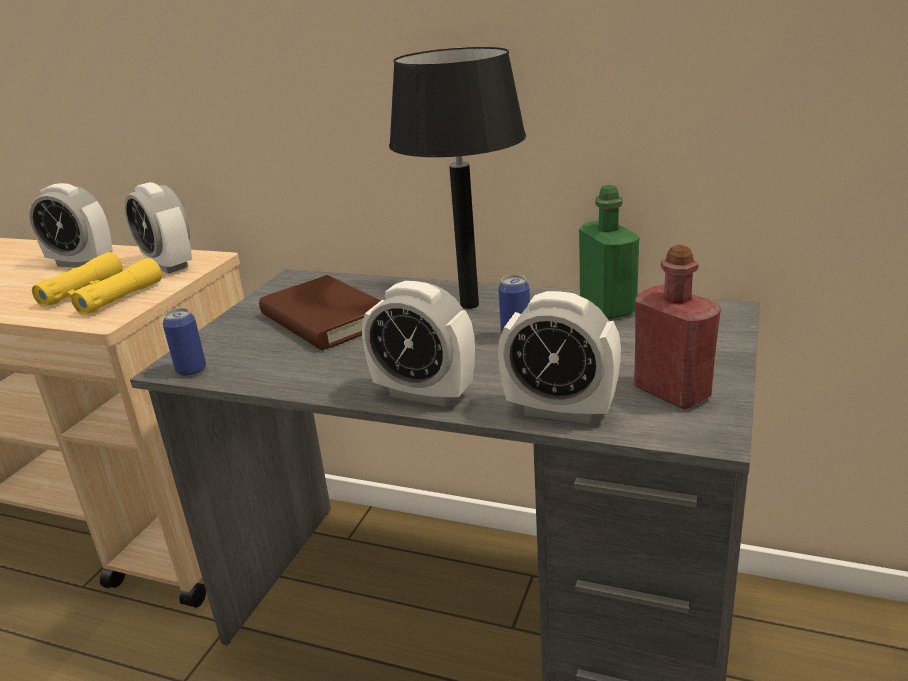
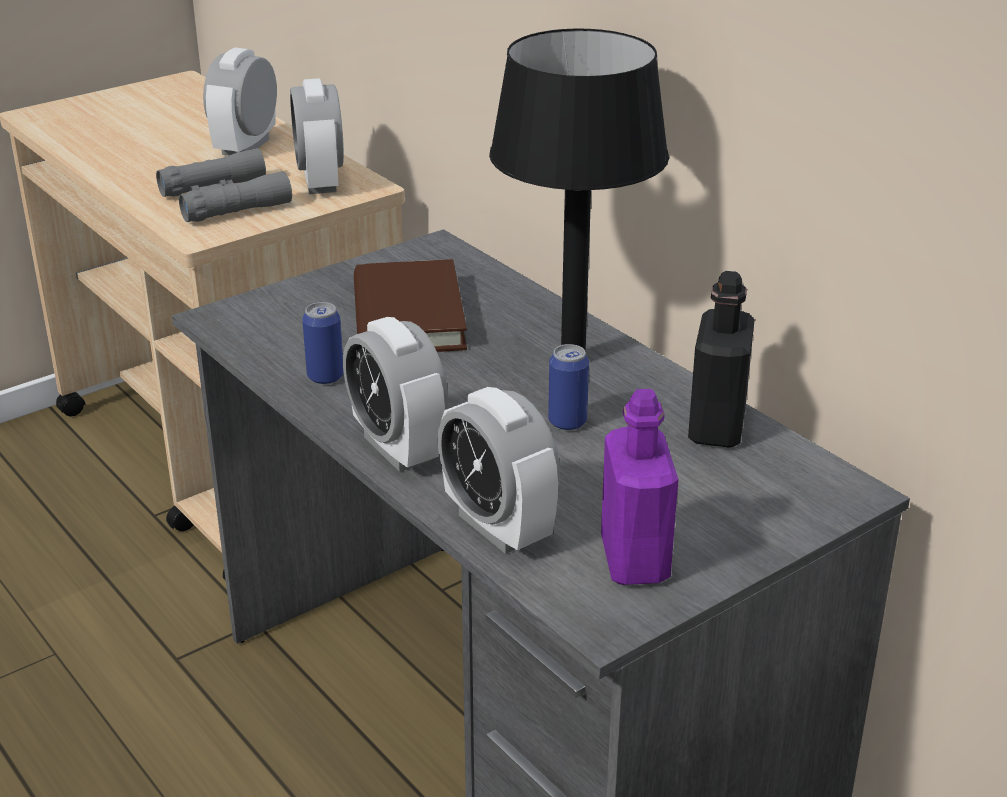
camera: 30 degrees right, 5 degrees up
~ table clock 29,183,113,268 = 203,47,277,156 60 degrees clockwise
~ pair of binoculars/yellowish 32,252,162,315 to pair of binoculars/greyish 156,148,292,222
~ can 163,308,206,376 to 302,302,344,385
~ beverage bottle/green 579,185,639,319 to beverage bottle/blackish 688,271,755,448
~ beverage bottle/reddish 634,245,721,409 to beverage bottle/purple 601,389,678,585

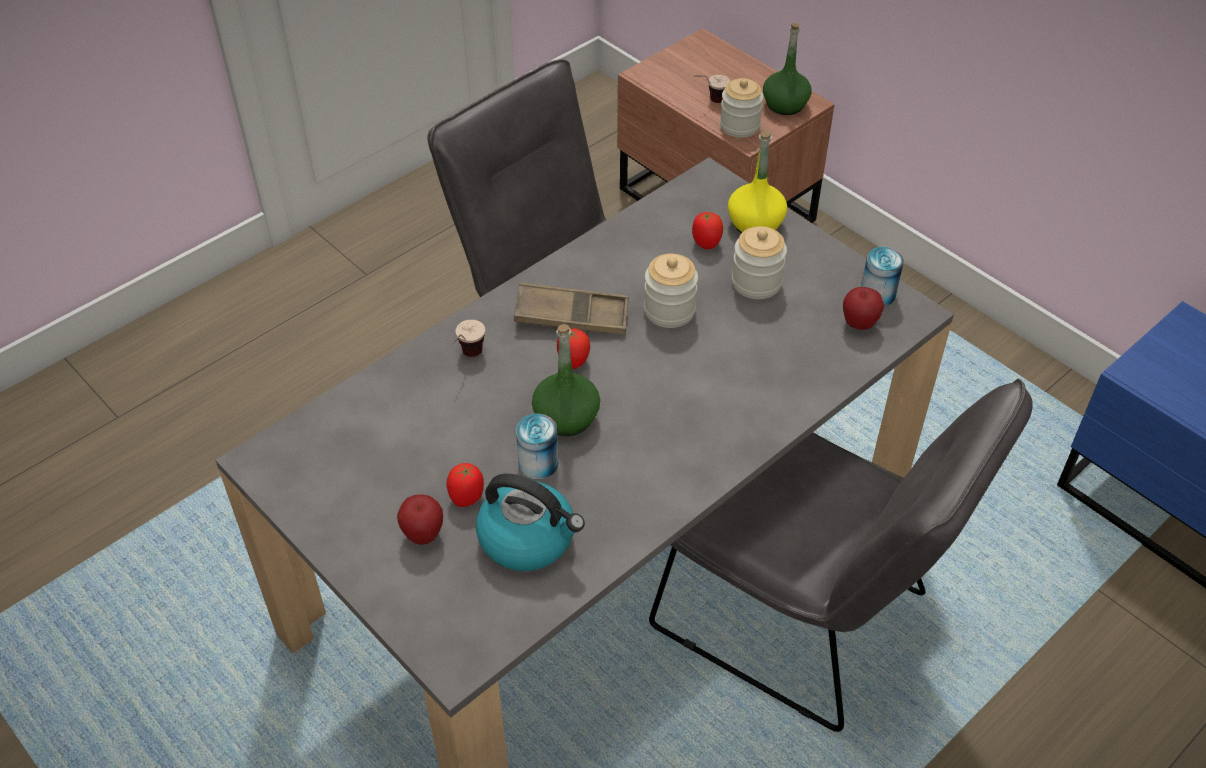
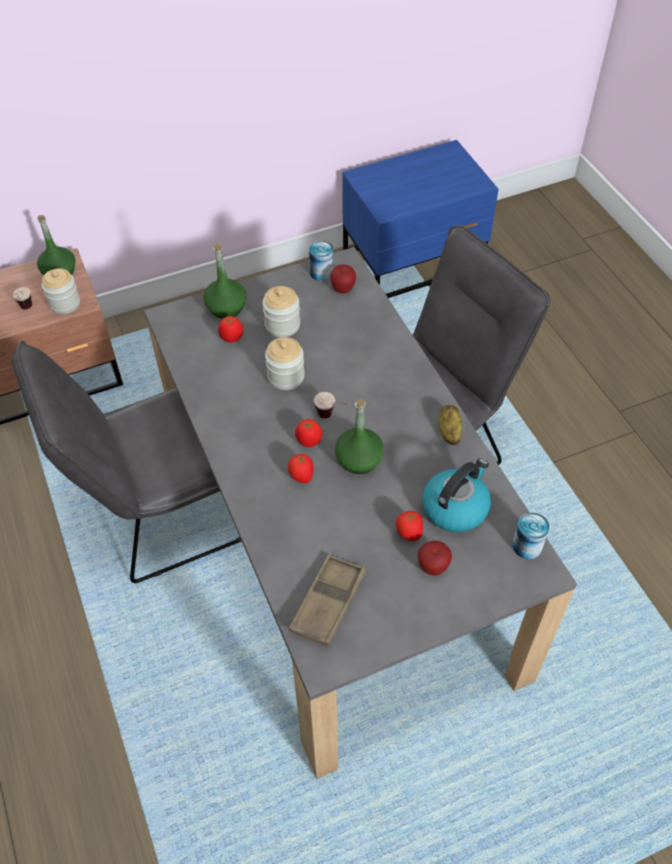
camera: 70 degrees left, 5 degrees up
~ small cup 452,320,485,357 to 314,392,347,418
~ carrying tray/brownish 514,283,629,335 to 289,554,366,646
~ can 516,414,558,479 to 512,513,549,559
~ beverage bottle/yellowish 728,130,787,233 to beverage bottle/green 203,243,246,319
+ whole tomato 288,454,314,483
+ whole potato 439,405,462,445

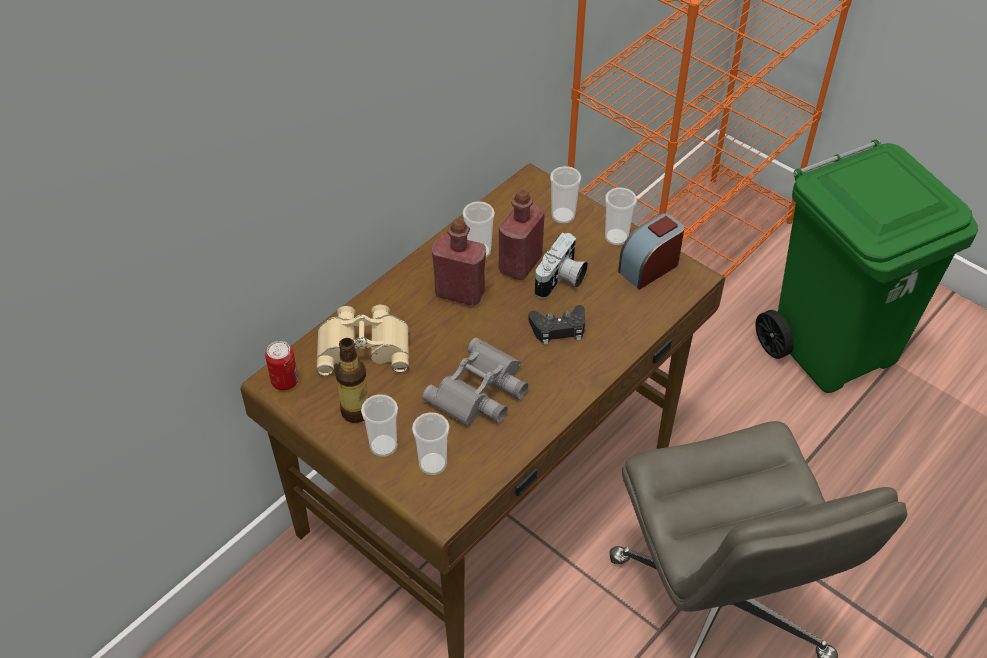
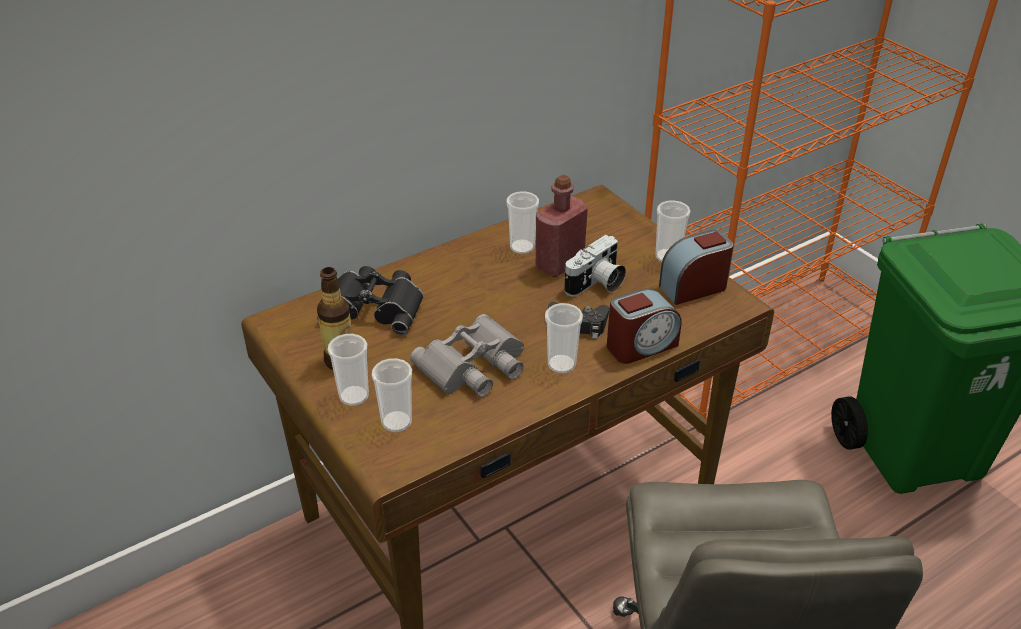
camera: 15 degrees right, 10 degrees down
- can 265,341,298,390
~ pair of binoculars/sand-coloured 317,305,409,376 to pair of binoculars/blackish 317,266,424,335
- beverage bottle/reddish 432,218,486,306
~ small cup 550,166,581,224 to 545,303,583,374
+ table clock 607,288,681,364

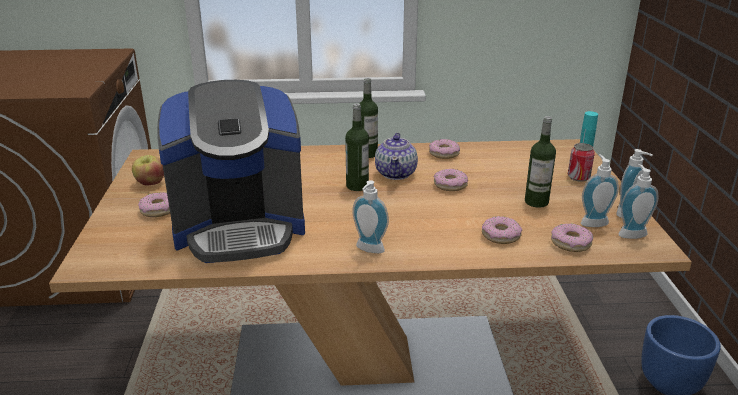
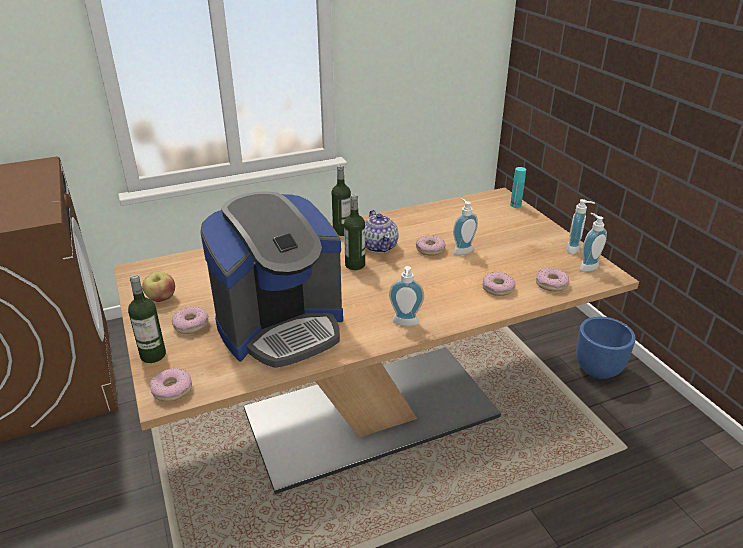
camera: 20 degrees left, 5 degrees up
~ ring doughnut 429,139,460,159 to 150,368,192,402
~ beverage bottle 525,116,556,208 to 128,274,166,363
- can 568,143,595,182
~ soap bottle 581,155,619,227 to 453,198,478,255

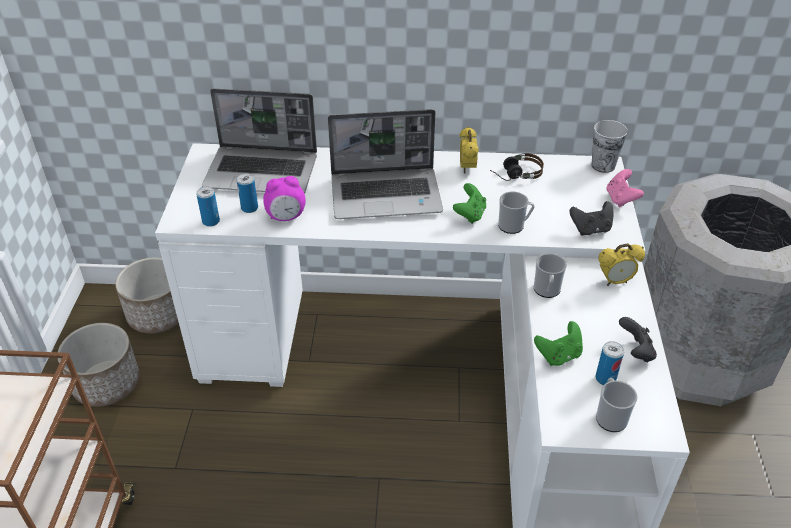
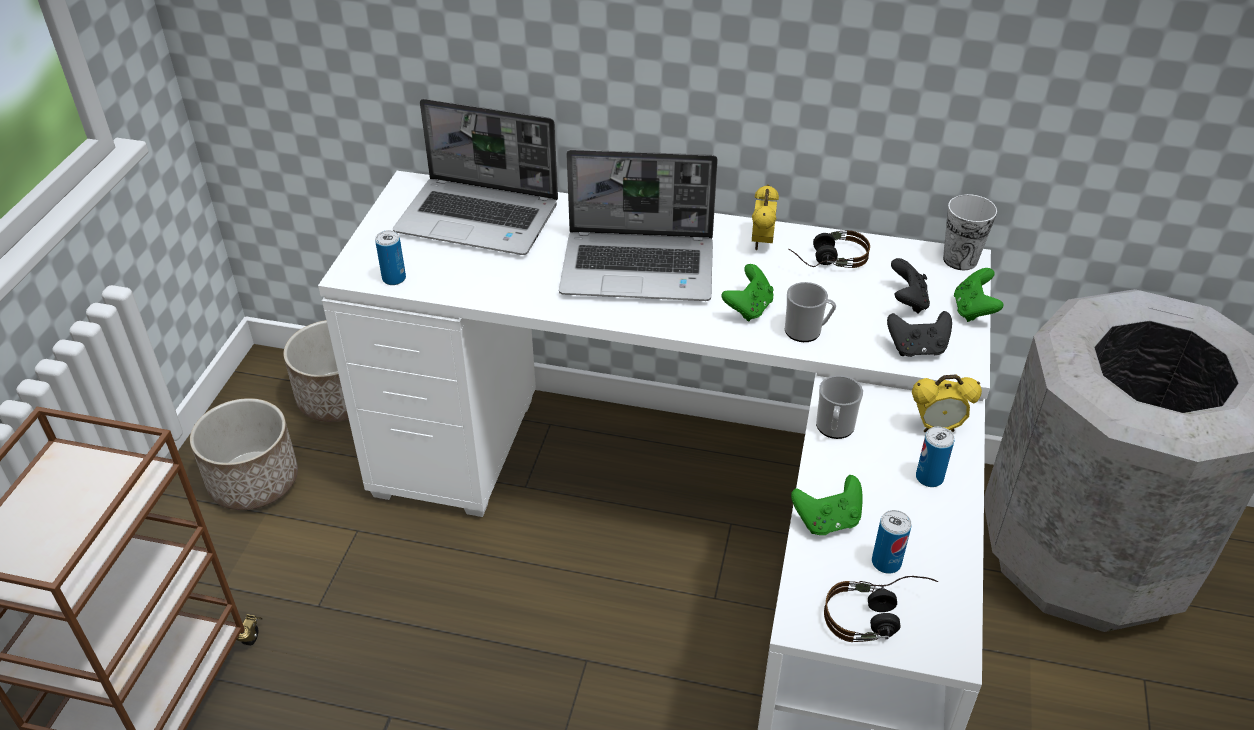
camera: 10 degrees right, 0 degrees up
~ can 237,174,258,213 to 916,427,954,487
- table clock 263,176,306,221
~ tea mug 596,378,637,432 to headset 824,576,938,642
~ game controller/pinkish 606,169,644,207 to game controller/green 954,268,1003,322
~ game controller/blackish 619,317,657,362 to 891,258,930,314

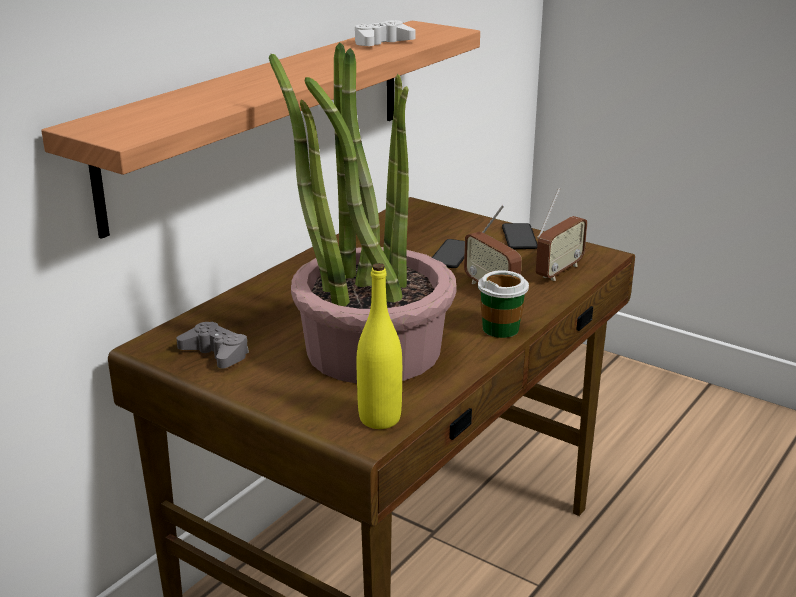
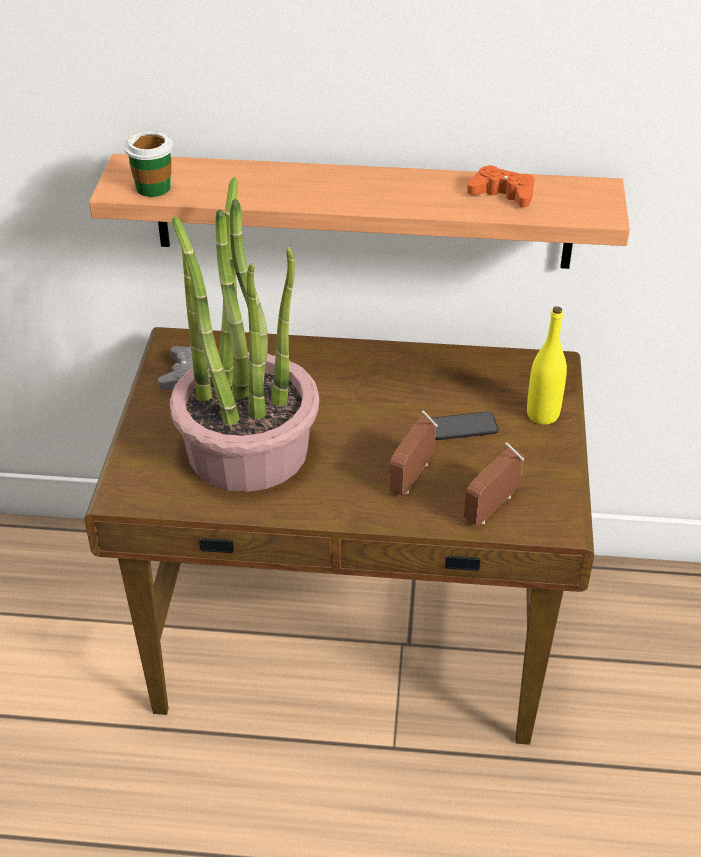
camera: 60 degrees right, 15 degrees up
~ game controller/whitish 355,20,416,46 to game controller/orangey 467,165,534,207
~ beverage bottle/yellowish 357,263,402,429 to 527,306,567,425
~ small cup 478,270,529,338 to 124,131,173,197
- handset 502,223,537,249
~ radio receiver 536,188,587,281 = 464,442,524,525 120 degrees clockwise

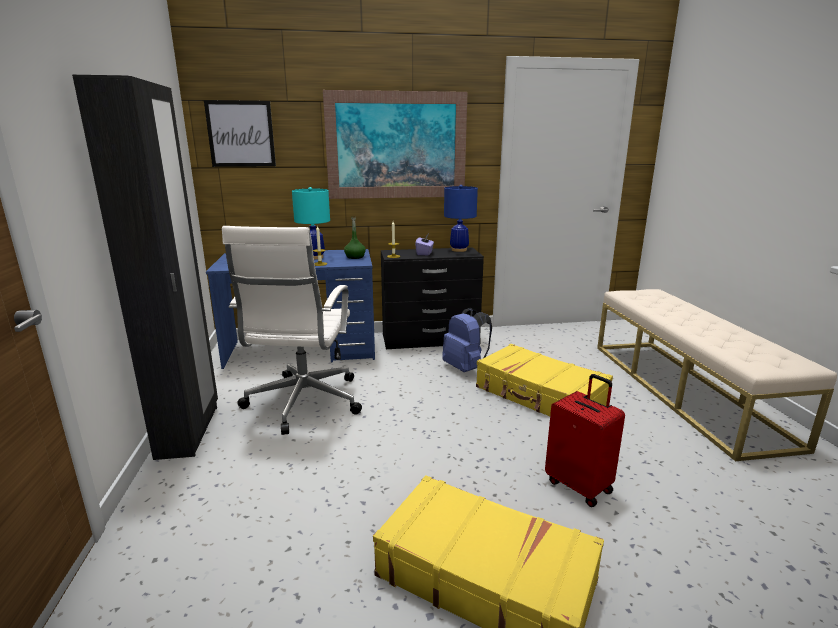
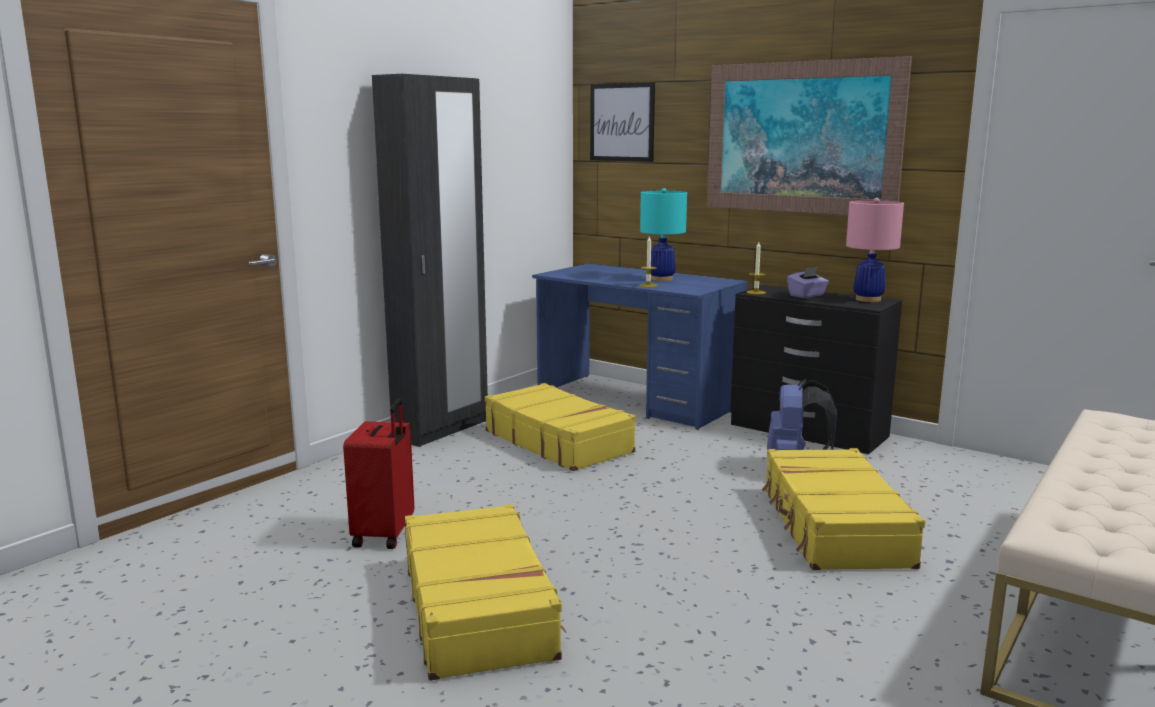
camera: 45 degrees right, 5 degrees down
~ desk chair/whitish 222,226,362,435 to travel case/yellowish 485,383,636,471
- beverage bottle/green 344,216,366,259
~ tabletop lamp/blue-coloured 444,185,478,252 to tabletop lamp/pinkish 846,198,904,302
~ travel case/reddish 545,374,625,507 to 343,399,414,549

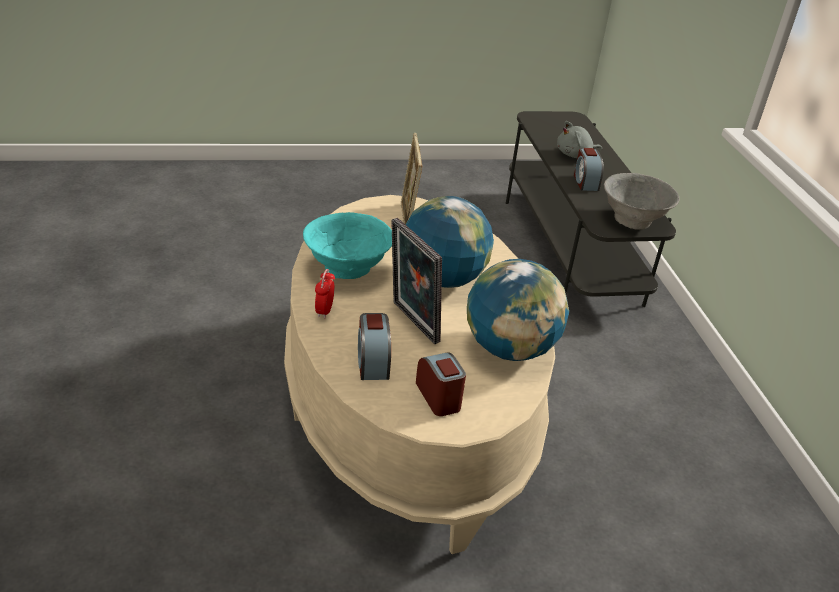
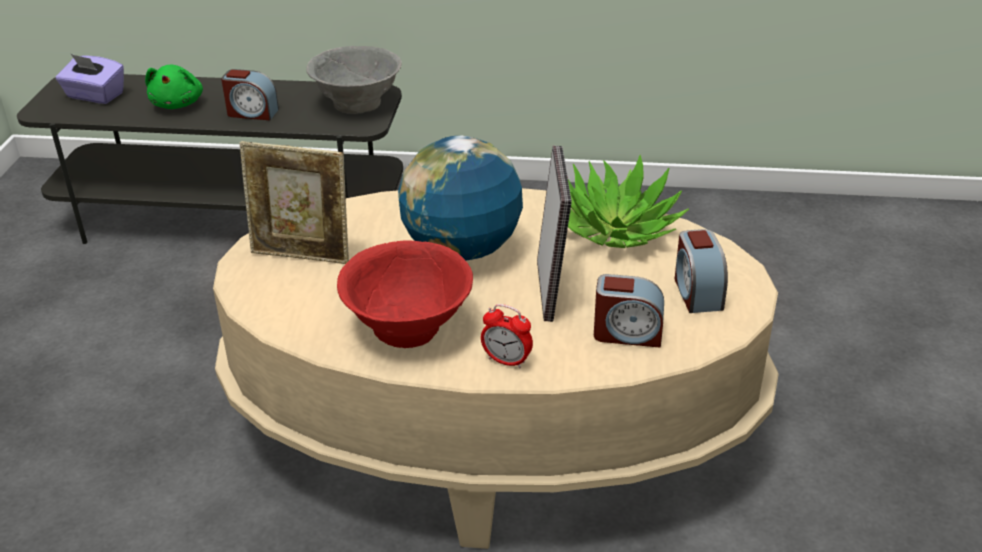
camera: 70 degrees left, 0 degrees up
~ serving bowl/turquoise 303,212,392,279 to serving bowl/reddish 337,240,473,348
~ photo frame 391,218,442,344 = 537,146,572,322 75 degrees counterclockwise
~ table clock 416,352,466,416 = 675,229,728,313 90 degrees counterclockwise
~ globe 467,259,569,361 to plant in a pot 568,155,689,248
~ soft toy/greyish 557,121,602,158 to soft toy/green 145,65,203,109
+ tissue holder/purple 56,54,124,104

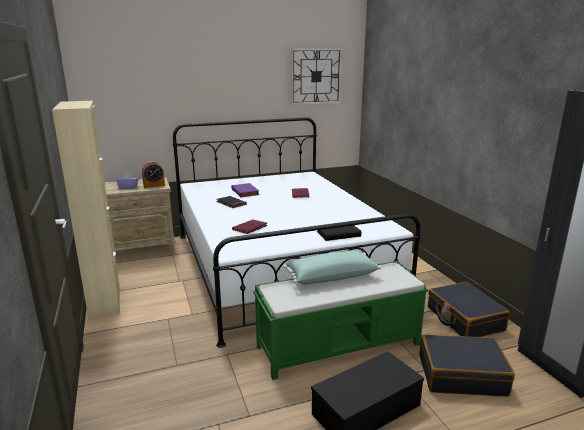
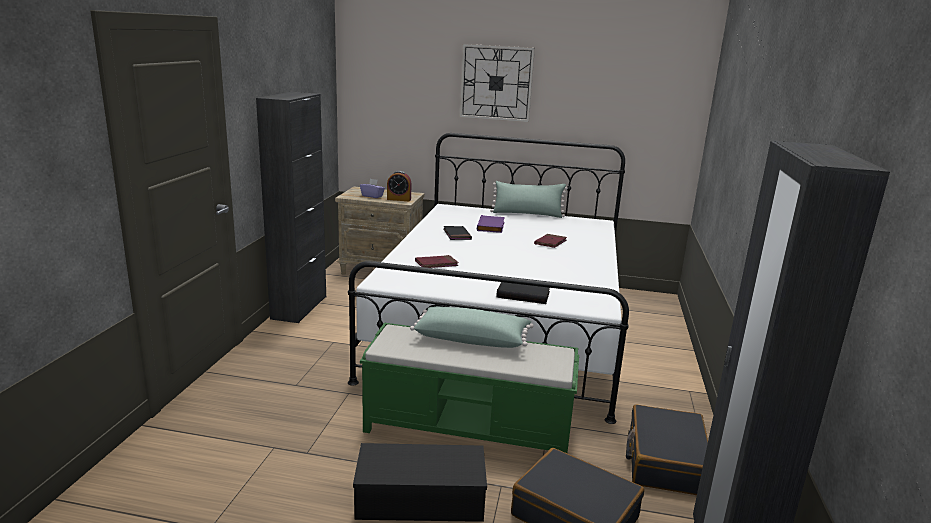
camera: 30 degrees right, 0 degrees up
~ storage cabinet/sand-coloured 52,101,120,319 to storage cabinet/blackish 256,92,326,323
~ wall clock 291,48,342,105 to 460,44,535,122
+ pillow/green 490,181,568,218

